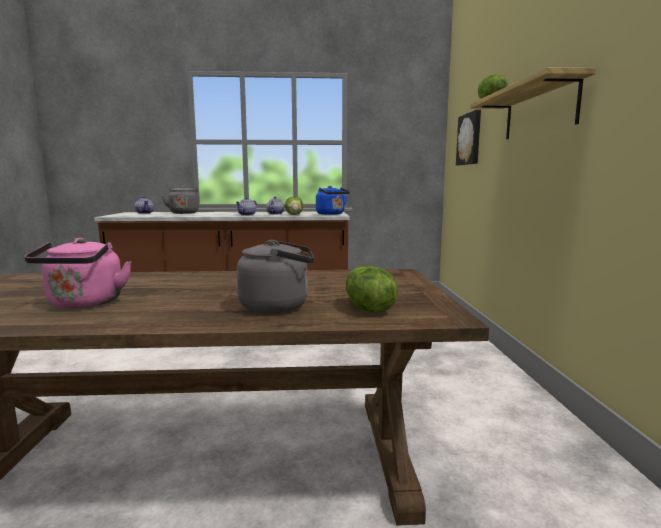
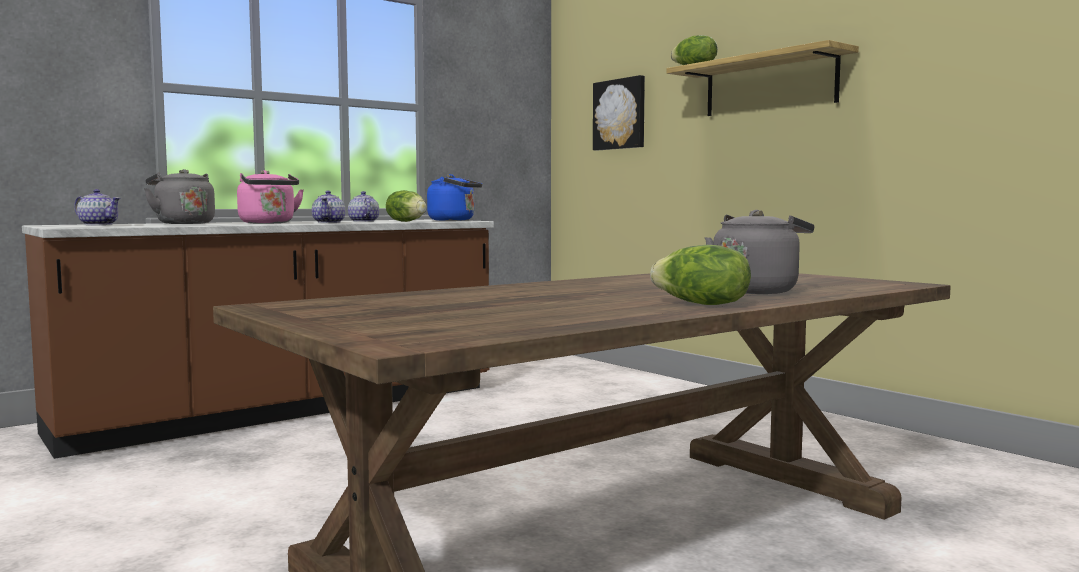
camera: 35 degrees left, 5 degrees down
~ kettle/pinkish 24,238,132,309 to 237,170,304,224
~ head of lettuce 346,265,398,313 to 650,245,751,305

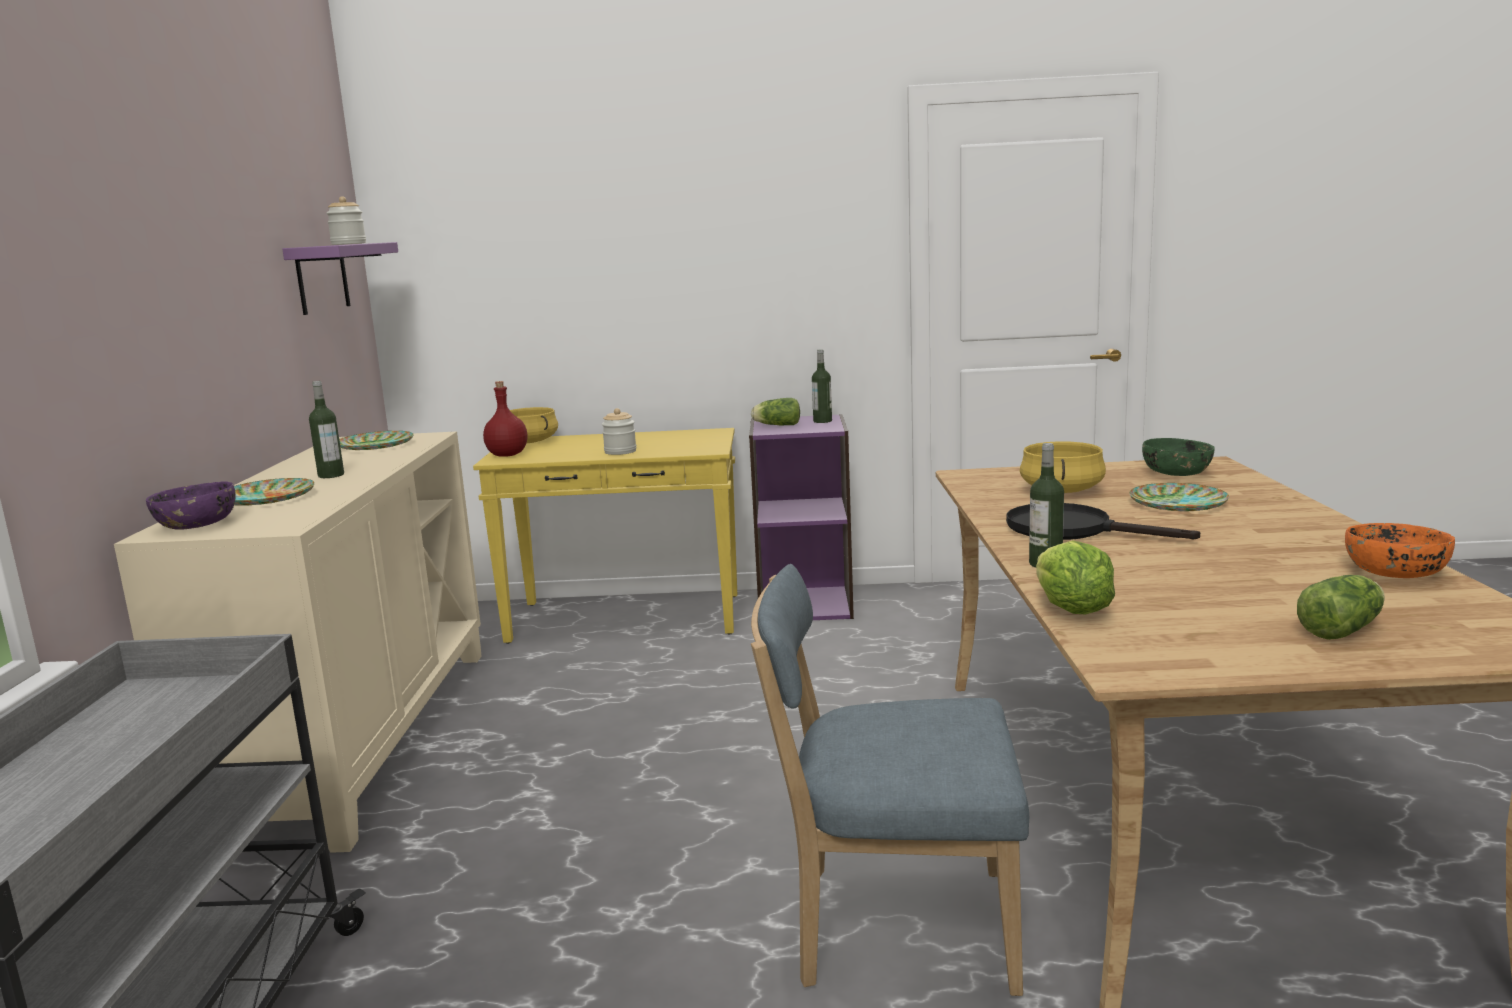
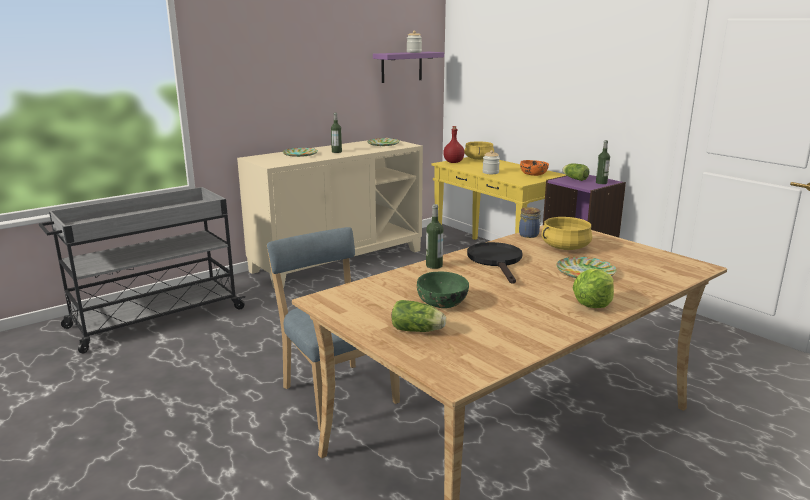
camera: 50 degrees right, 5 degrees up
- serving bowl/purple 146,481,236,530
~ head of lettuce 1036,540,1115,614 to 573,269,614,308
~ serving bowl/green 1142,438,1215,476 to 417,272,469,308
~ serving bowl/orangey 1345,523,1455,578 to 520,160,549,176
+ storage jar 519,207,541,238

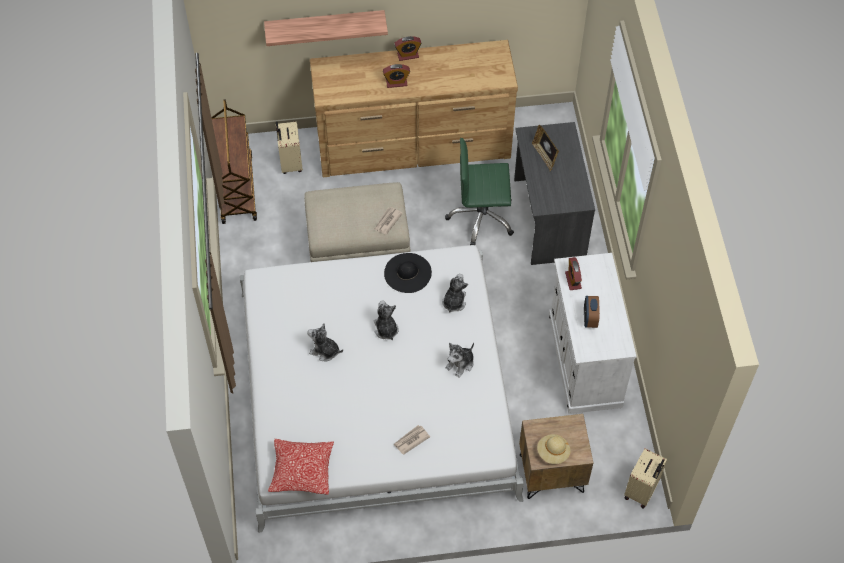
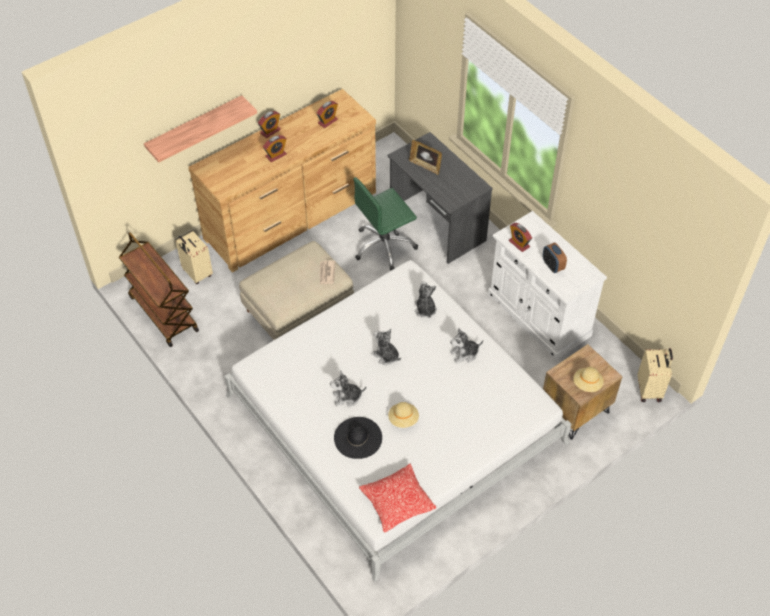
camera: 30 degrees left, 5 degrees down
~ hat/blackish 384,253,432,293 to 334,417,382,459
- newspaper 393,425,430,454
~ soft toy 446,343,474,378 = 450,328,483,364 60 degrees clockwise
+ table clock 317,101,338,128
+ hat/sand-coloured 388,402,419,428

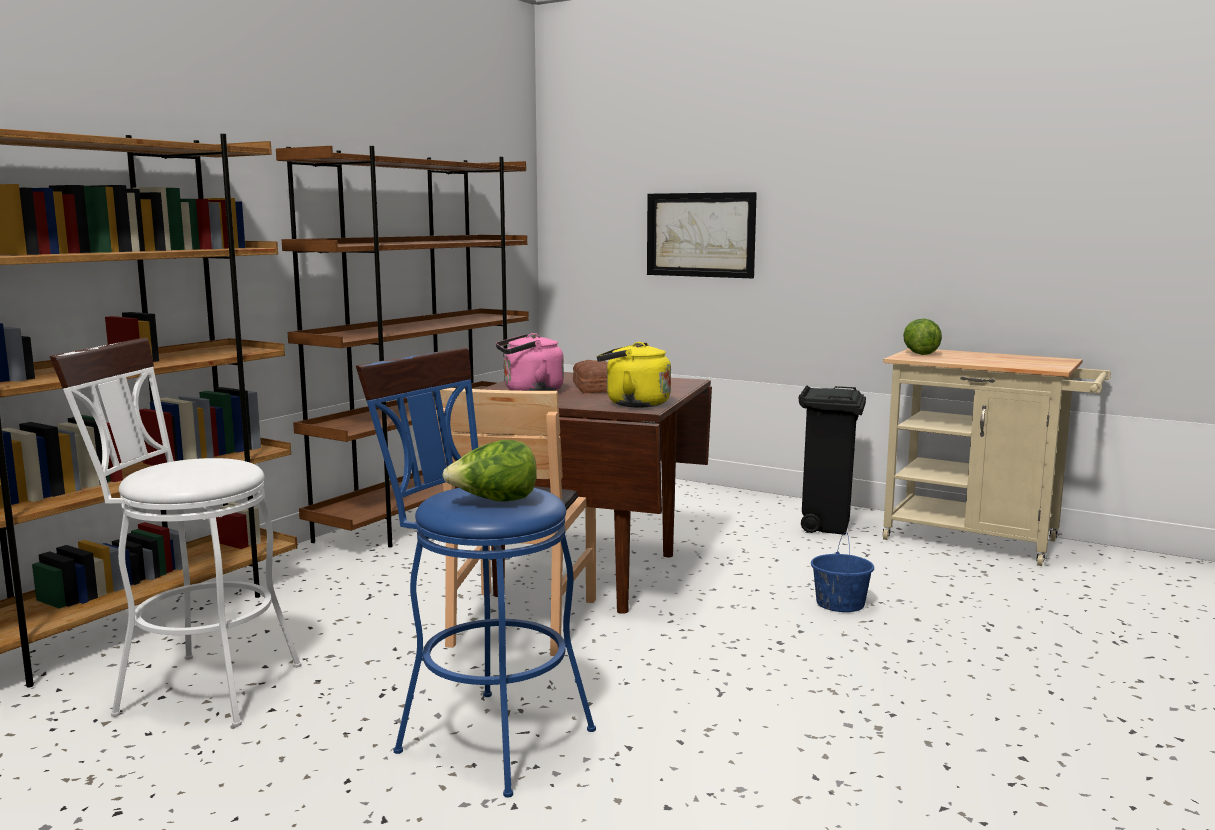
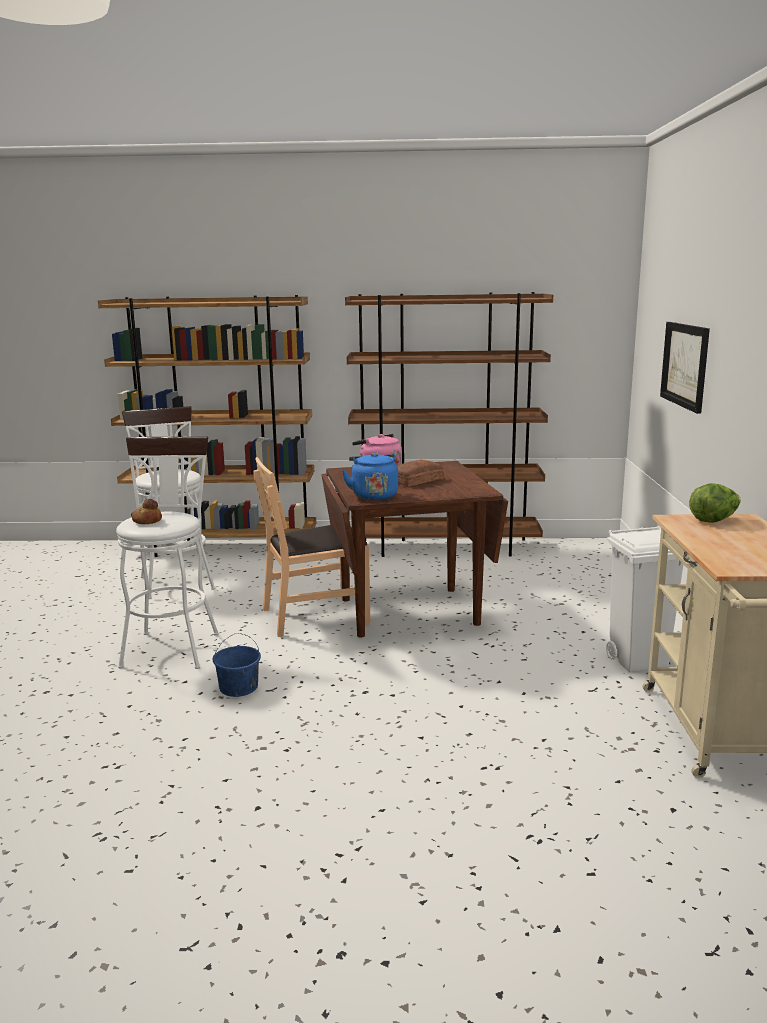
camera: 60 degrees right, 5 degrees up
~ stool/blue-coloured 356,347,596,798 to stool/whitish 116,437,219,669
~ head of lettuce 442,440,537,502 to baked bread 132,499,162,524
~ kettle/yellowish 597,342,671,408 to kettle/blue-coloured 342,452,398,500
~ trash can/blackish 798,386,866,535 to trash can/whitish 606,526,684,672
~ bucket/blue-coloured 811,532,874,612 to 213,633,261,697

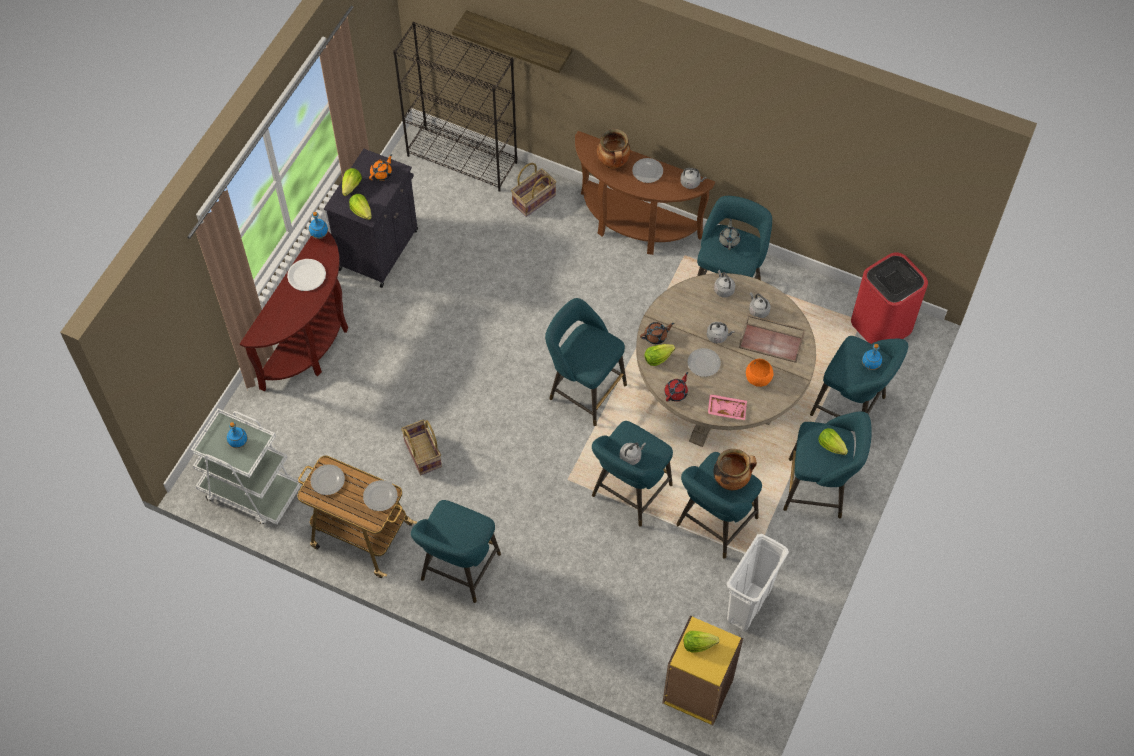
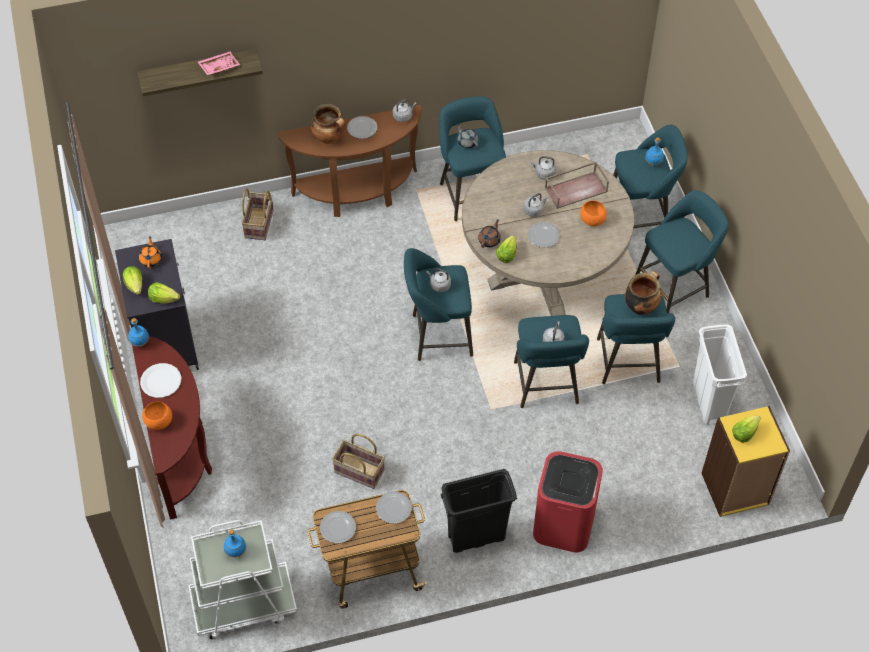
camera: 40 degrees left, 5 degrees down
- bookcase/blackish 393,22,518,192
~ stool/turquoise 411,500,501,603 to trash can/blackish 441,469,517,553
- pot for tea/reddish 664,372,688,402
~ carrying tray/pinkish 708,394,747,420 to 198,51,240,75
~ kettle/greyish 714,270,735,297 to 426,268,451,292
- head of lettuce 818,428,848,455
~ trash can/reddish 851,252,928,344 to 533,451,603,553
+ serving bowl/orangey 142,402,172,430

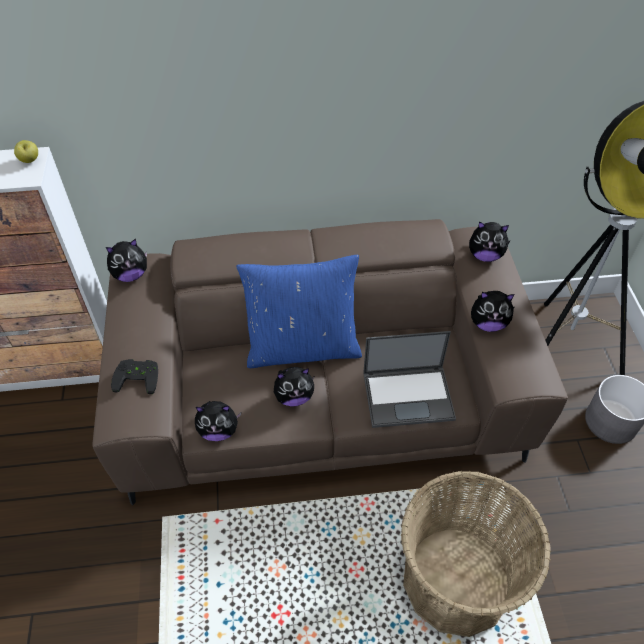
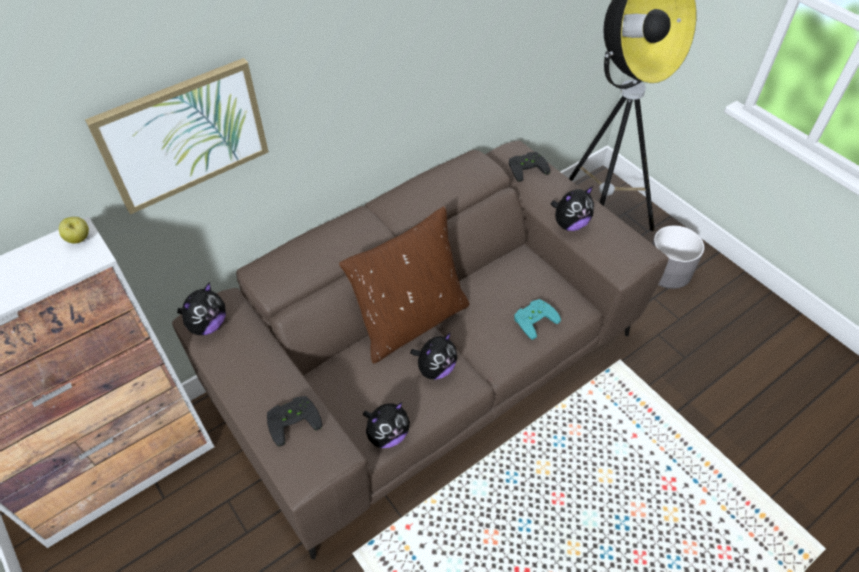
camera: 30 degrees left, 0 degrees up
~ pillow/blue-coloured 236,255,362,368 to pillow/brownish 339,206,470,364
~ portable computer 363,331,456,428 to game controller/turquoise 514,299,561,340
- basket 401,471,551,637
~ soft toy 469,221,511,262 to game controller/blackish 509,152,550,182
+ picture 85,58,269,214

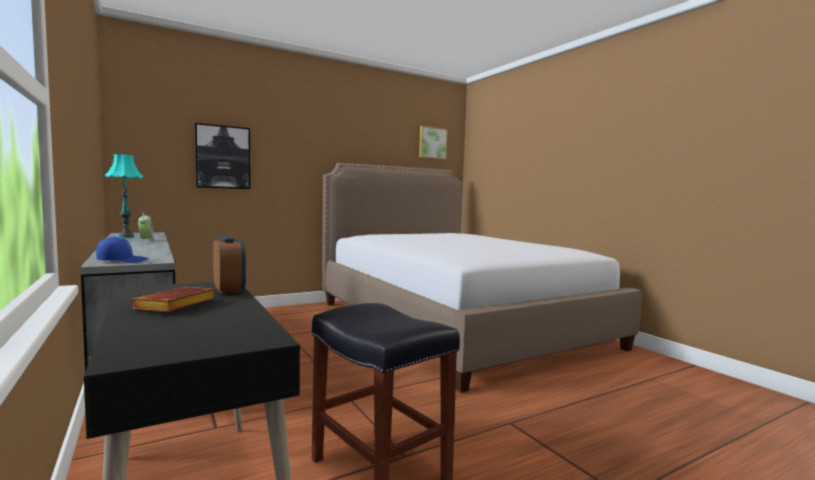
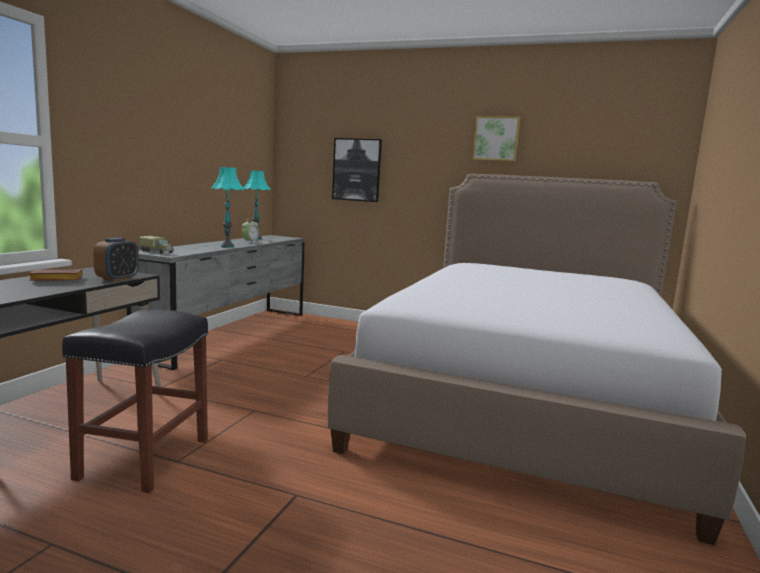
camera: 50 degrees right, 5 degrees up
~ baseball cap/blue-coloured 96,237,149,263 to toy lorry 139,236,174,254
~ picture 419,126,448,160 to 473,116,520,161
+ tabletop lamp/turquoise 212,167,244,248

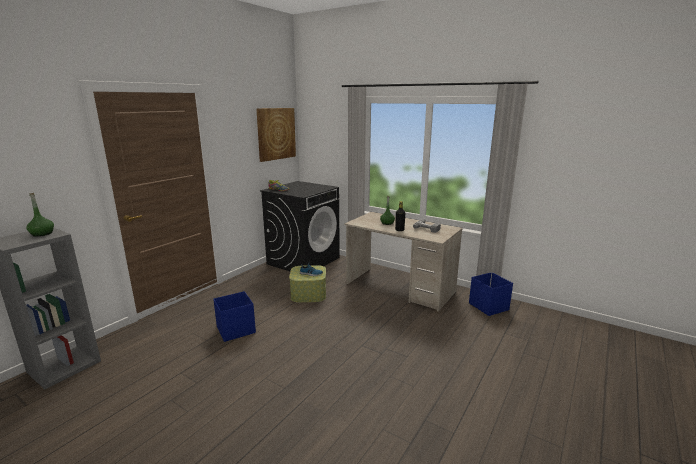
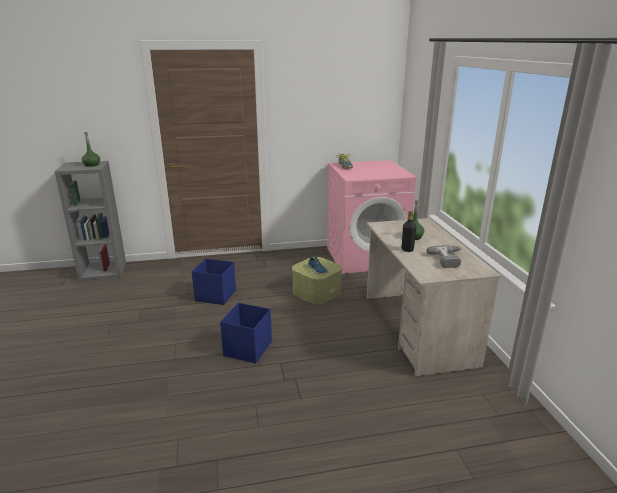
camera: 45 degrees right, 5 degrees up
- picture 256,108,296,162
~ laundry machine/blackish 260,181,340,271 to laundry machine/pinkish 327,160,416,274
~ storage bin/blue-coloured 469,273,513,316 to 220,303,272,363

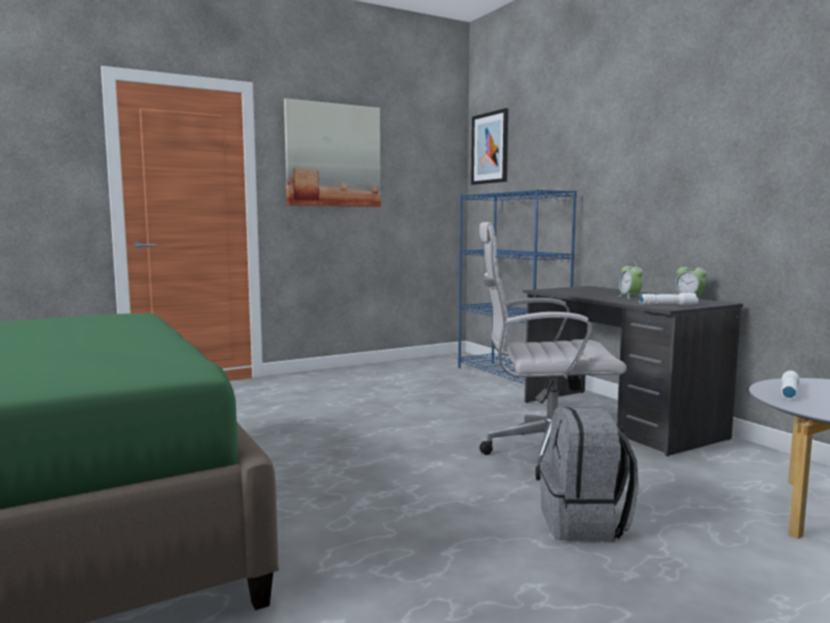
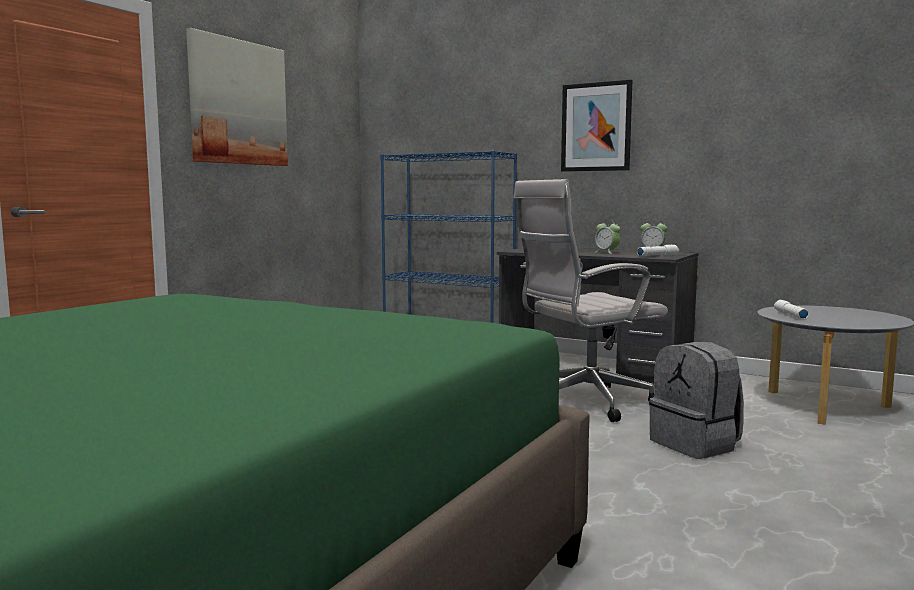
camera: 30 degrees left, 0 degrees up
~ picture 471,108,508,185 to 561,79,632,172

